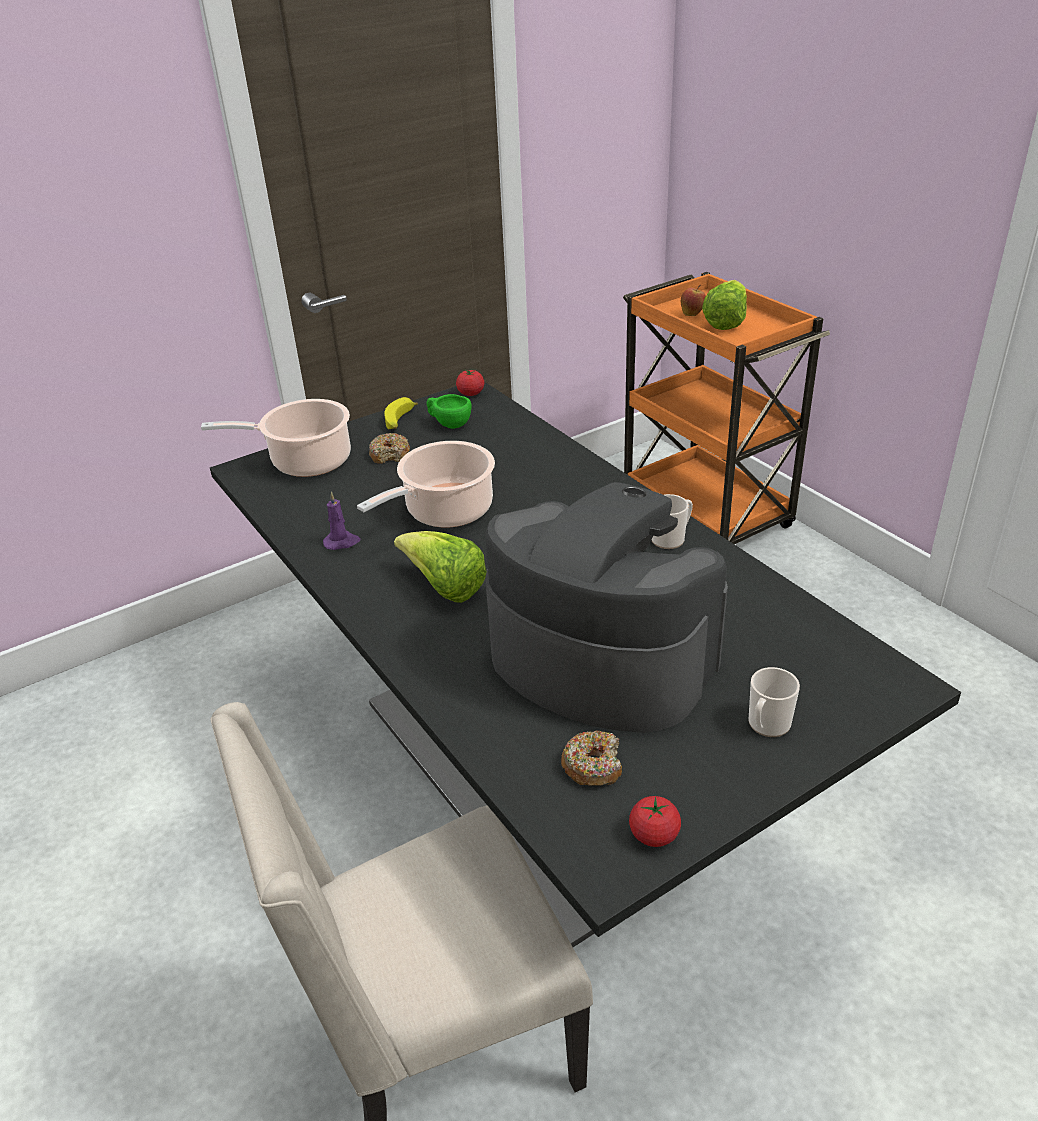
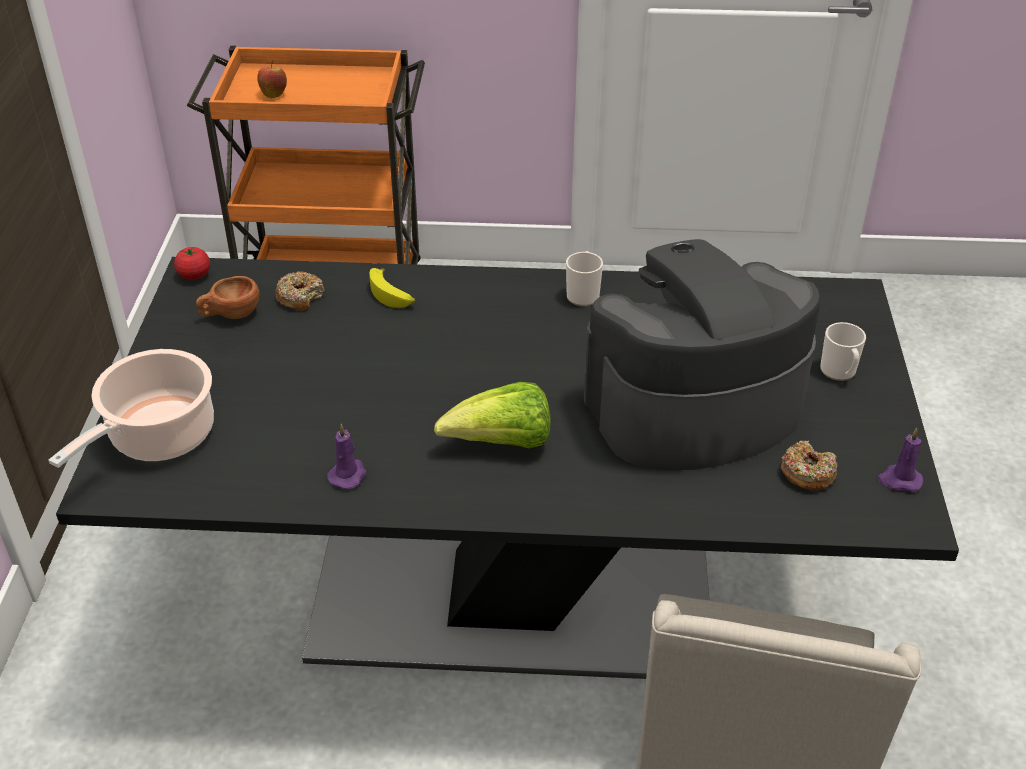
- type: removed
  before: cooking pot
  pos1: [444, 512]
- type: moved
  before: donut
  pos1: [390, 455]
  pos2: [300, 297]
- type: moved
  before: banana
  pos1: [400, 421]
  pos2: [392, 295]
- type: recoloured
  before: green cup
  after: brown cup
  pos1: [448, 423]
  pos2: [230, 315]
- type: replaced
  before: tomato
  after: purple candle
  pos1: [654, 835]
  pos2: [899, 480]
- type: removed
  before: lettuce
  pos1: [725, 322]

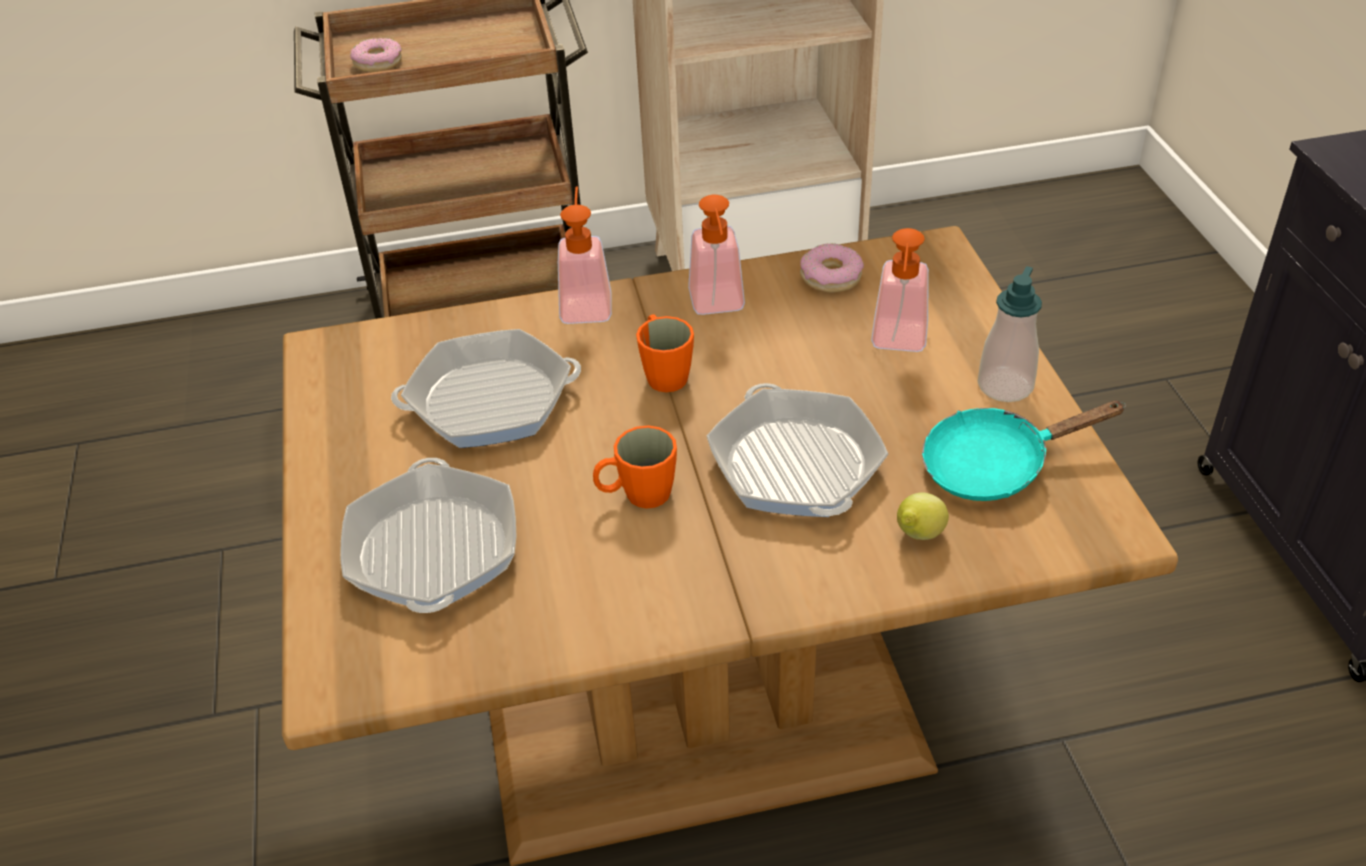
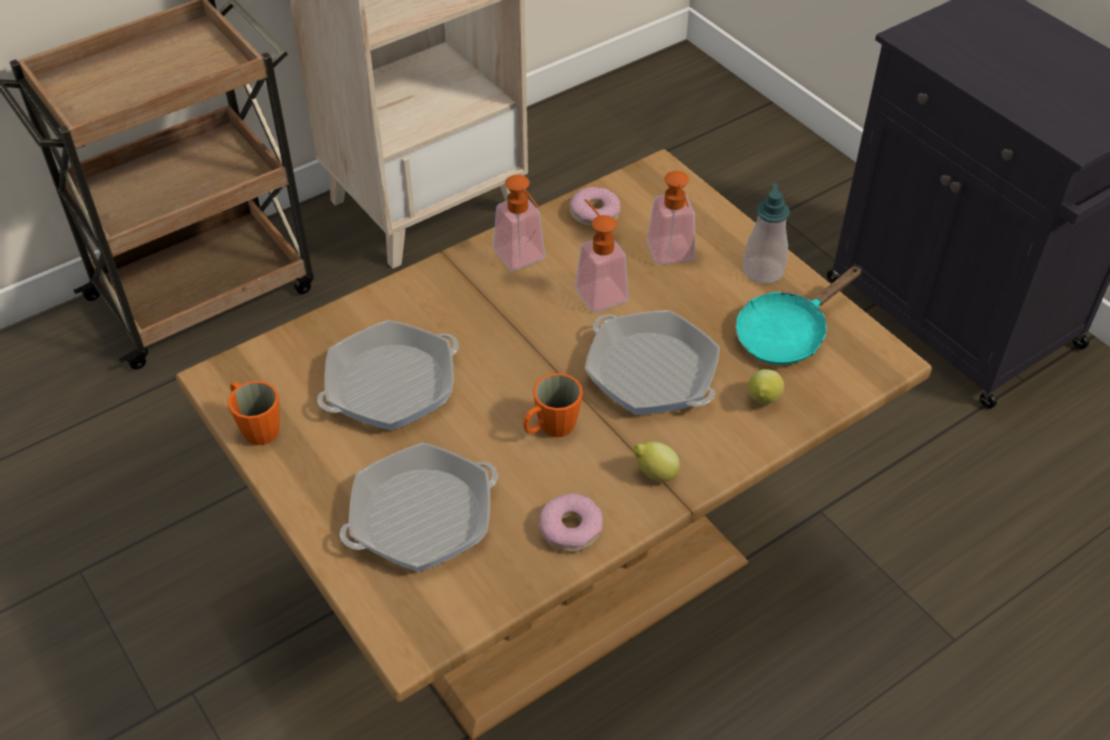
- type: turned
  before: frying pan
  pos1: [433, 549]
  pos2: [421, 516]
  turn: -90
- type: moved
  before: donut
  pos1: [378, 63]
  pos2: [570, 529]
- type: moved
  before: soap dispenser
  pos1: [586, 302]
  pos2: [597, 289]
- type: moved
  before: orange mug
  pos1: [664, 372]
  pos2: [256, 426]
- type: added
  after: lemon
  pos2: [654, 474]

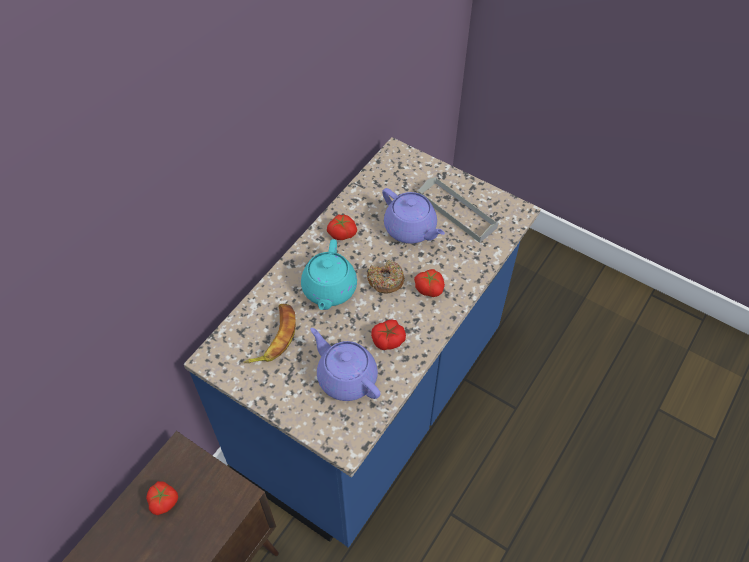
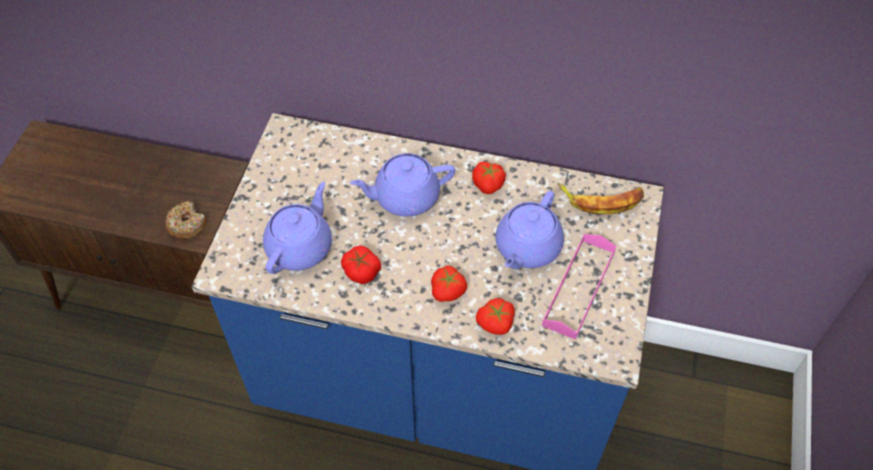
- type: moved
  before: tomato
  pos1: [164, 501]
  pos2: [496, 323]
- type: moved
  before: banana
  pos1: [274, 337]
  pos2: [601, 199]
- type: recoloured
  before: turquoise teapot
  after: purple teapot
  pos1: [329, 290]
  pos2: [405, 197]
- type: moved
  before: donut
  pos1: [385, 280]
  pos2: [187, 224]
- type: recoloured
  before: grey tray
  after: pink tray
  pos1: [457, 211]
  pos2: [579, 288]

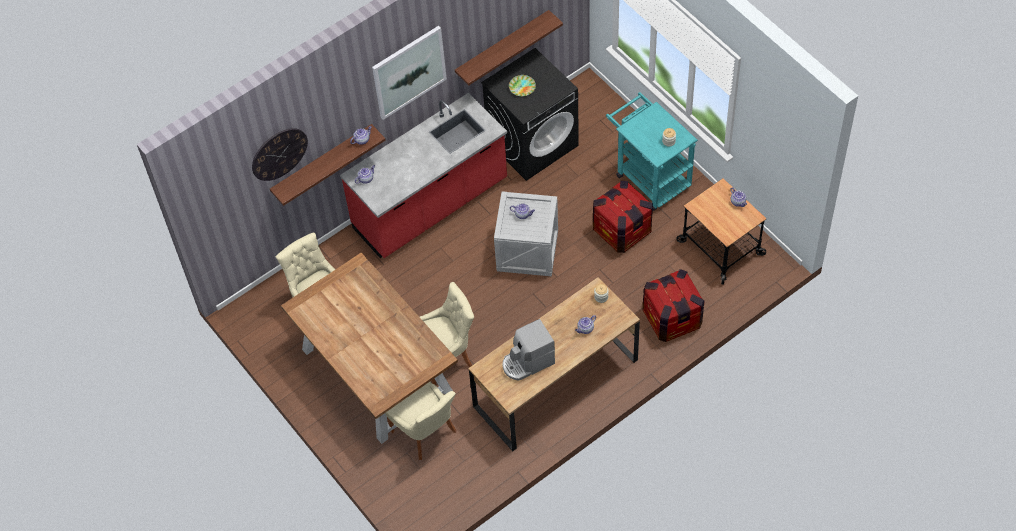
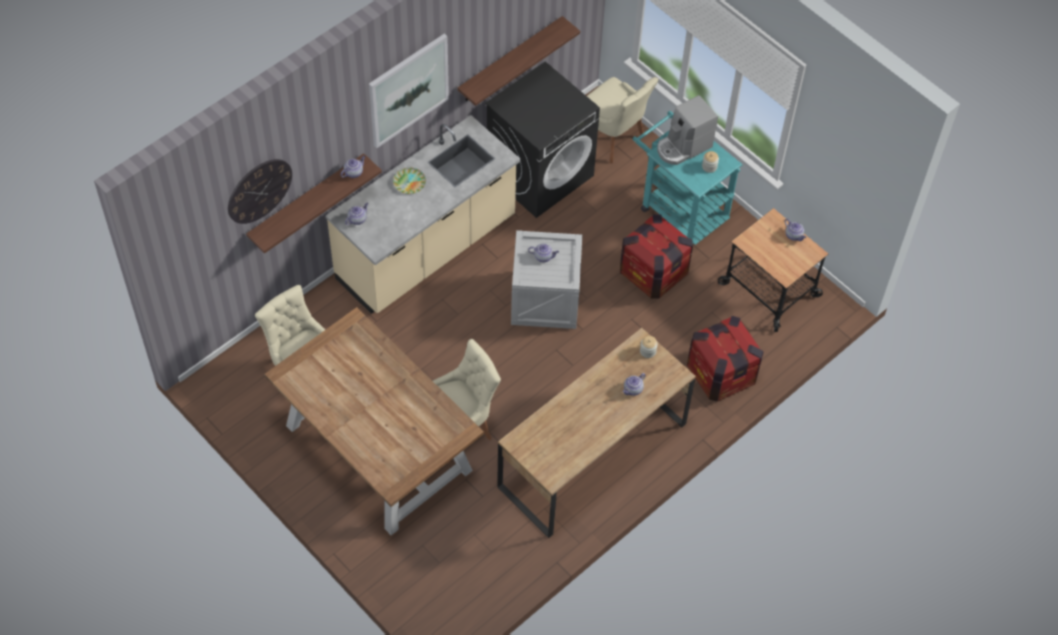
- type: recoloured
  before: red counter
  after: beige counter
  pos1: [431, 206]
  pos2: [427, 250]
- type: moved
  before: beige chair
  pos1: [425, 432]
  pos2: [612, 138]
- type: moved
  before: coffee machine
  pos1: [527, 362]
  pos2: [683, 147]
- type: moved
  before: plate
  pos1: [522, 87]
  pos2: [409, 182]

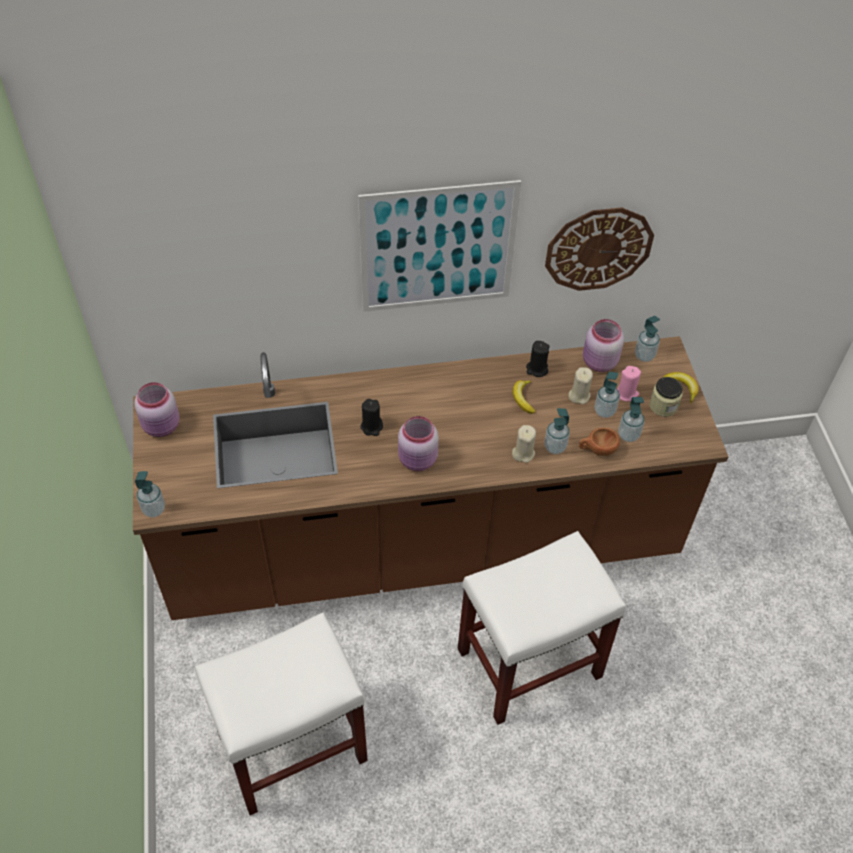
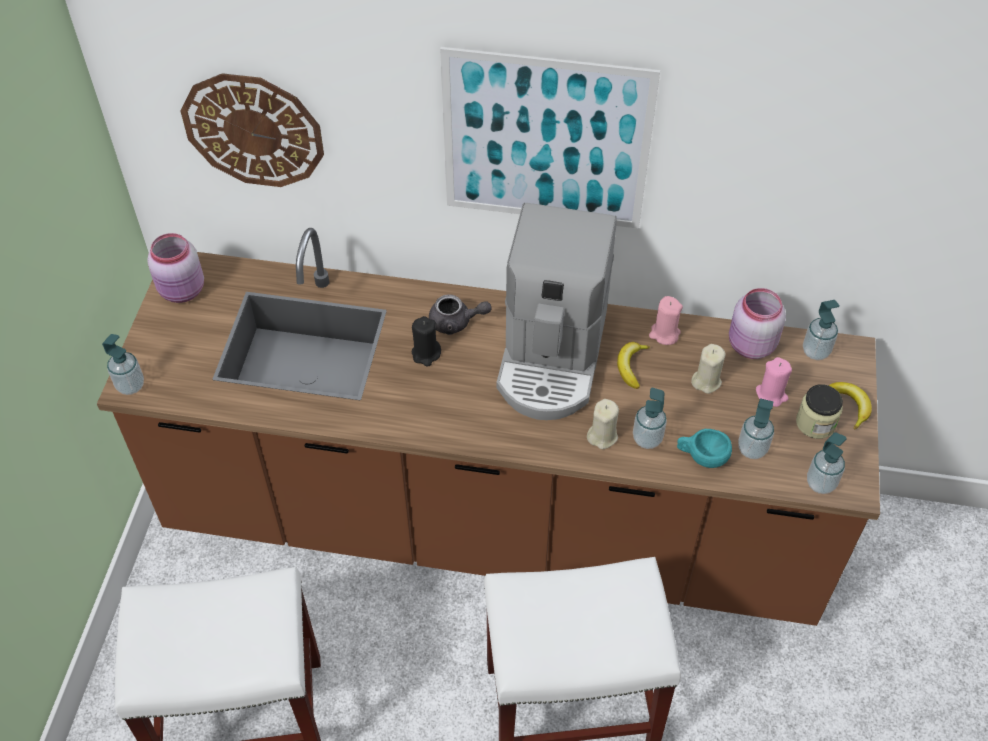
- type: removed
  before: pink jar
  pos1: [418, 460]
- type: recoloured
  before: black candle
  after: pink candle
  pos1: [537, 369]
  pos2: [664, 334]
- type: moved
  before: wall clock
  pos1: [598, 248]
  pos2: [253, 130]
- type: recoloured
  before: brown cup
  after: turquoise cup
  pos1: [597, 450]
  pos2: [701, 457]
- type: moved
  before: soap dispenser
  pos1: [604, 411]
  pos2: [820, 483]
- type: added
  after: grey teapot
  pos2: [456, 322]
- type: added
  after: coffee machine
  pos2: [552, 357]

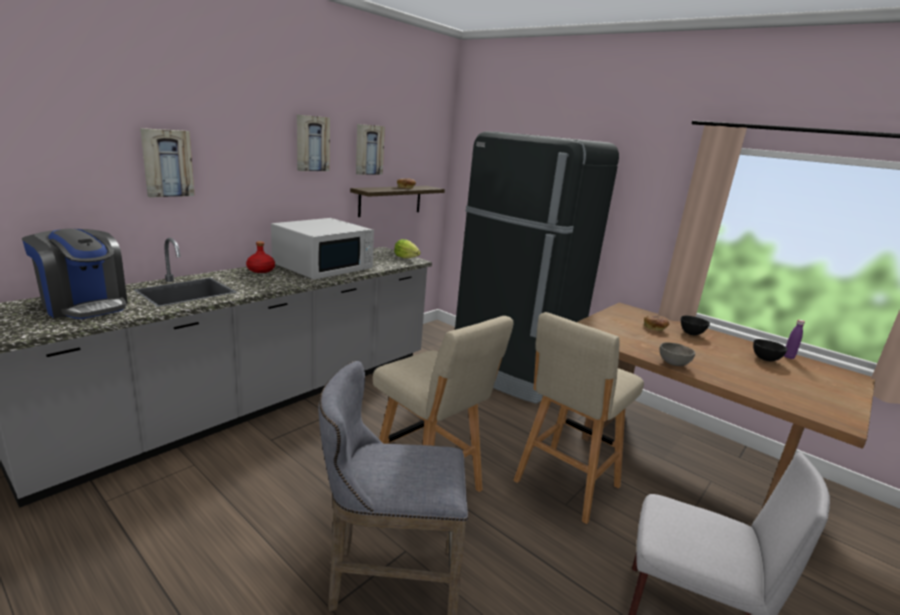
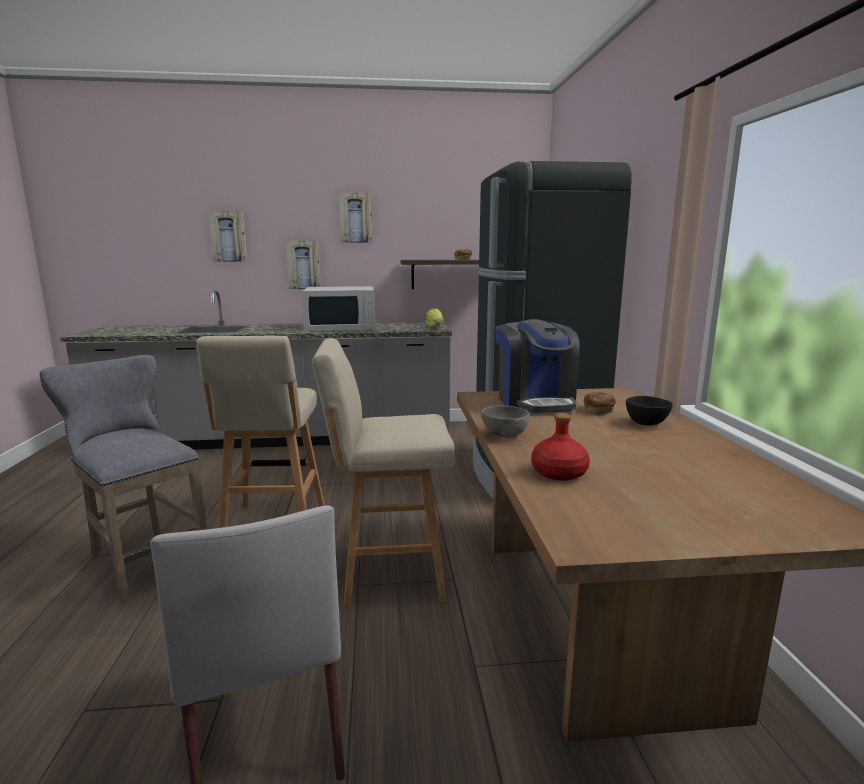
- type: moved
  before: coffee machine
  pos1: [85, 305]
  pos2: [535, 401]
- type: moved
  before: red bottle
  pos1: [261, 270]
  pos2: [559, 473]
- type: moved
  before: picture
  pos1: [368, 149]
  pos2: [303, 265]
- type: removed
  before: black bowl
  pos1: [765, 359]
- type: removed
  before: purple bottle
  pos1: [788, 357]

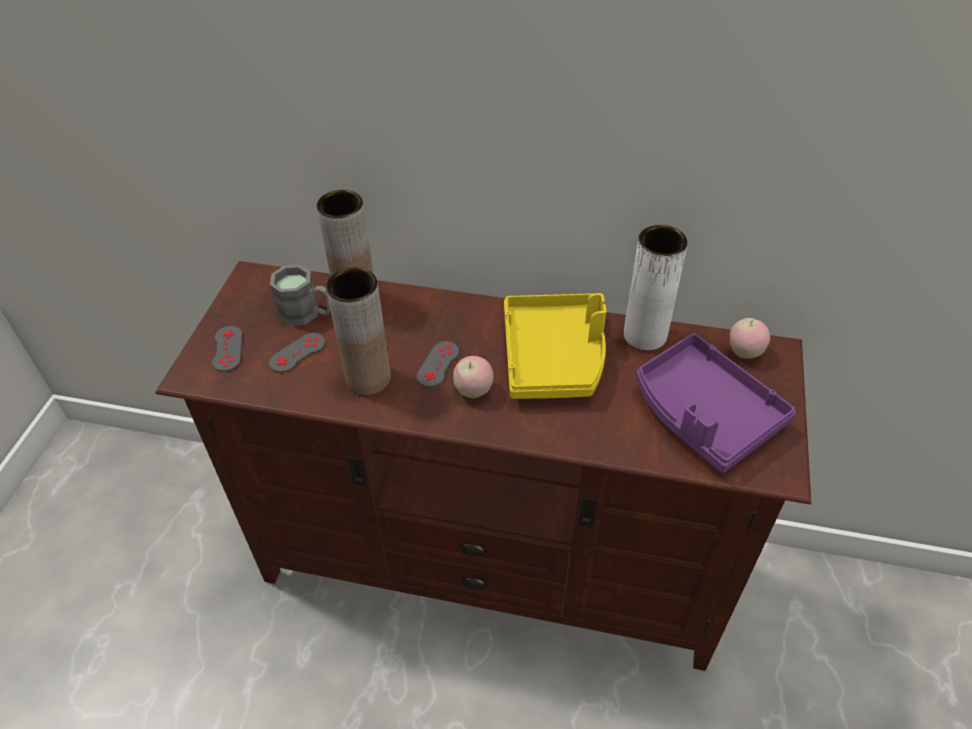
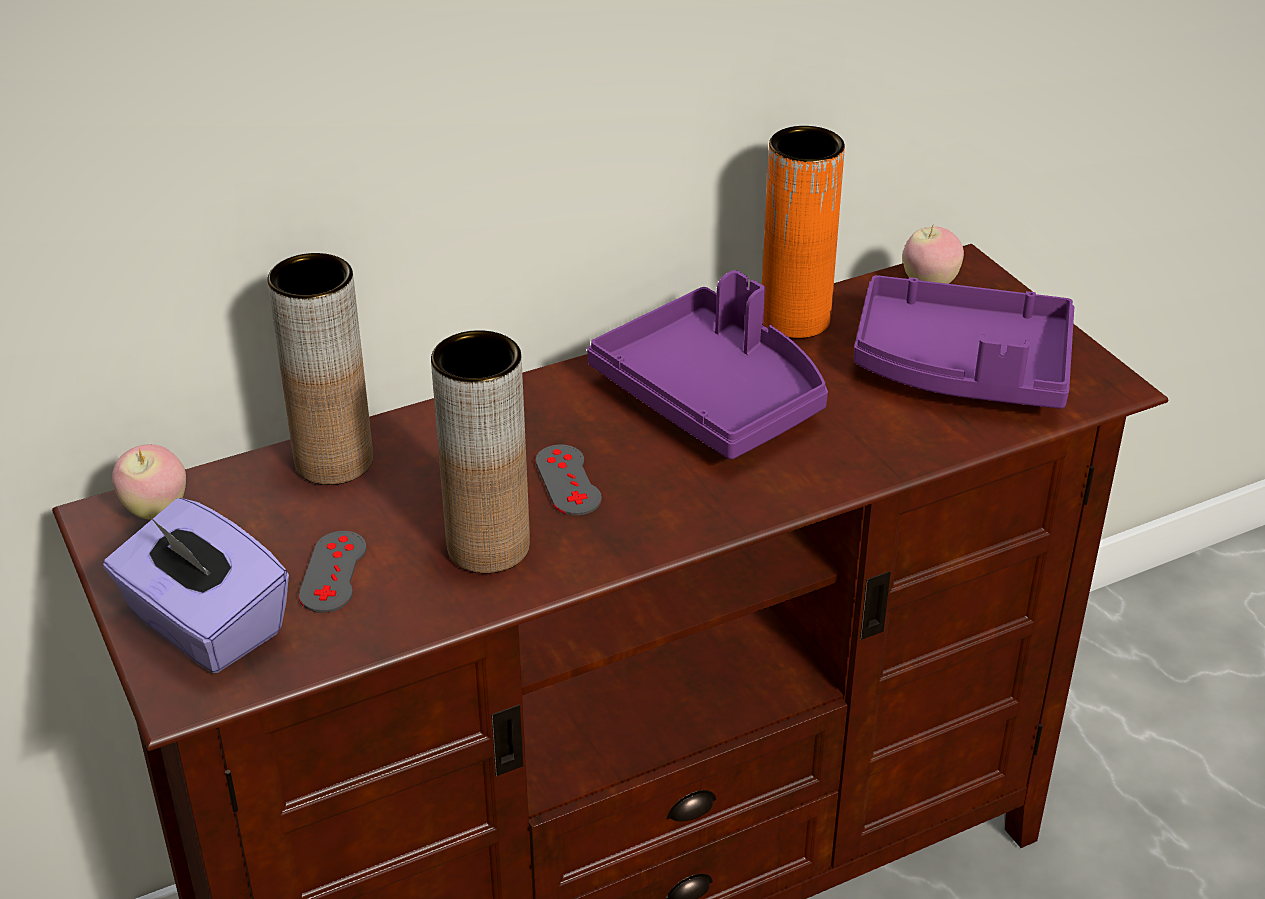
- type: replaced
  before: grey game controller
  after: purple tissue box
  pos1: [227, 349]
  pos2: [204, 625]
- type: removed
  before: grey mug
  pos1: [307, 314]
- type: moved
  before: apple
  pos1: [473, 391]
  pos2: [155, 510]
- type: recoloured
  before: yellow tray
  after: purple tray
  pos1: [554, 357]
  pos2: [714, 396]
- type: recoloured
  before: white vase
  after: orange vase
  pos1: [645, 335]
  pos2: [795, 319]

